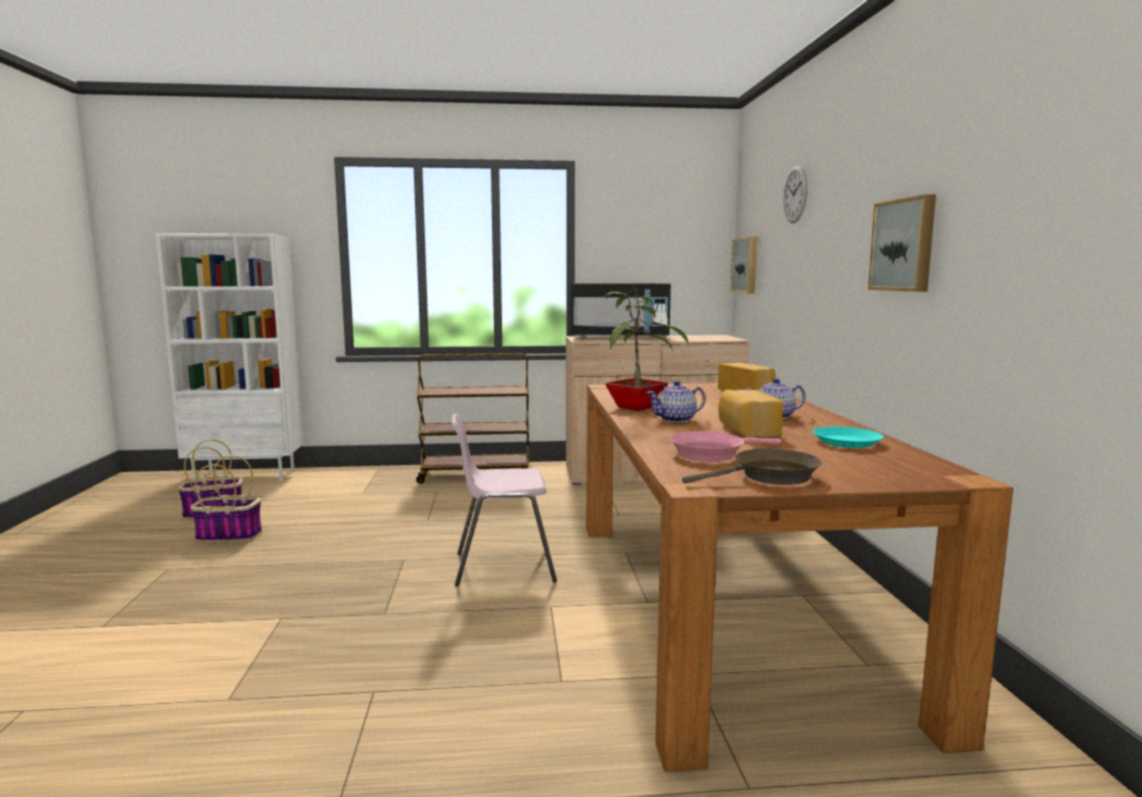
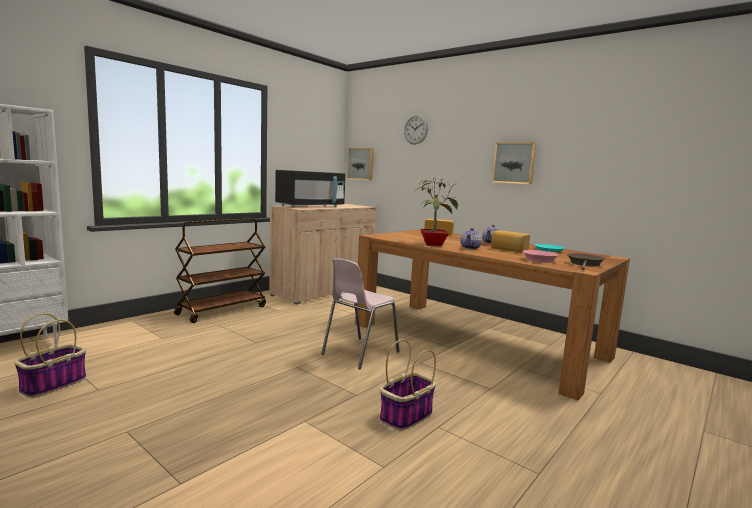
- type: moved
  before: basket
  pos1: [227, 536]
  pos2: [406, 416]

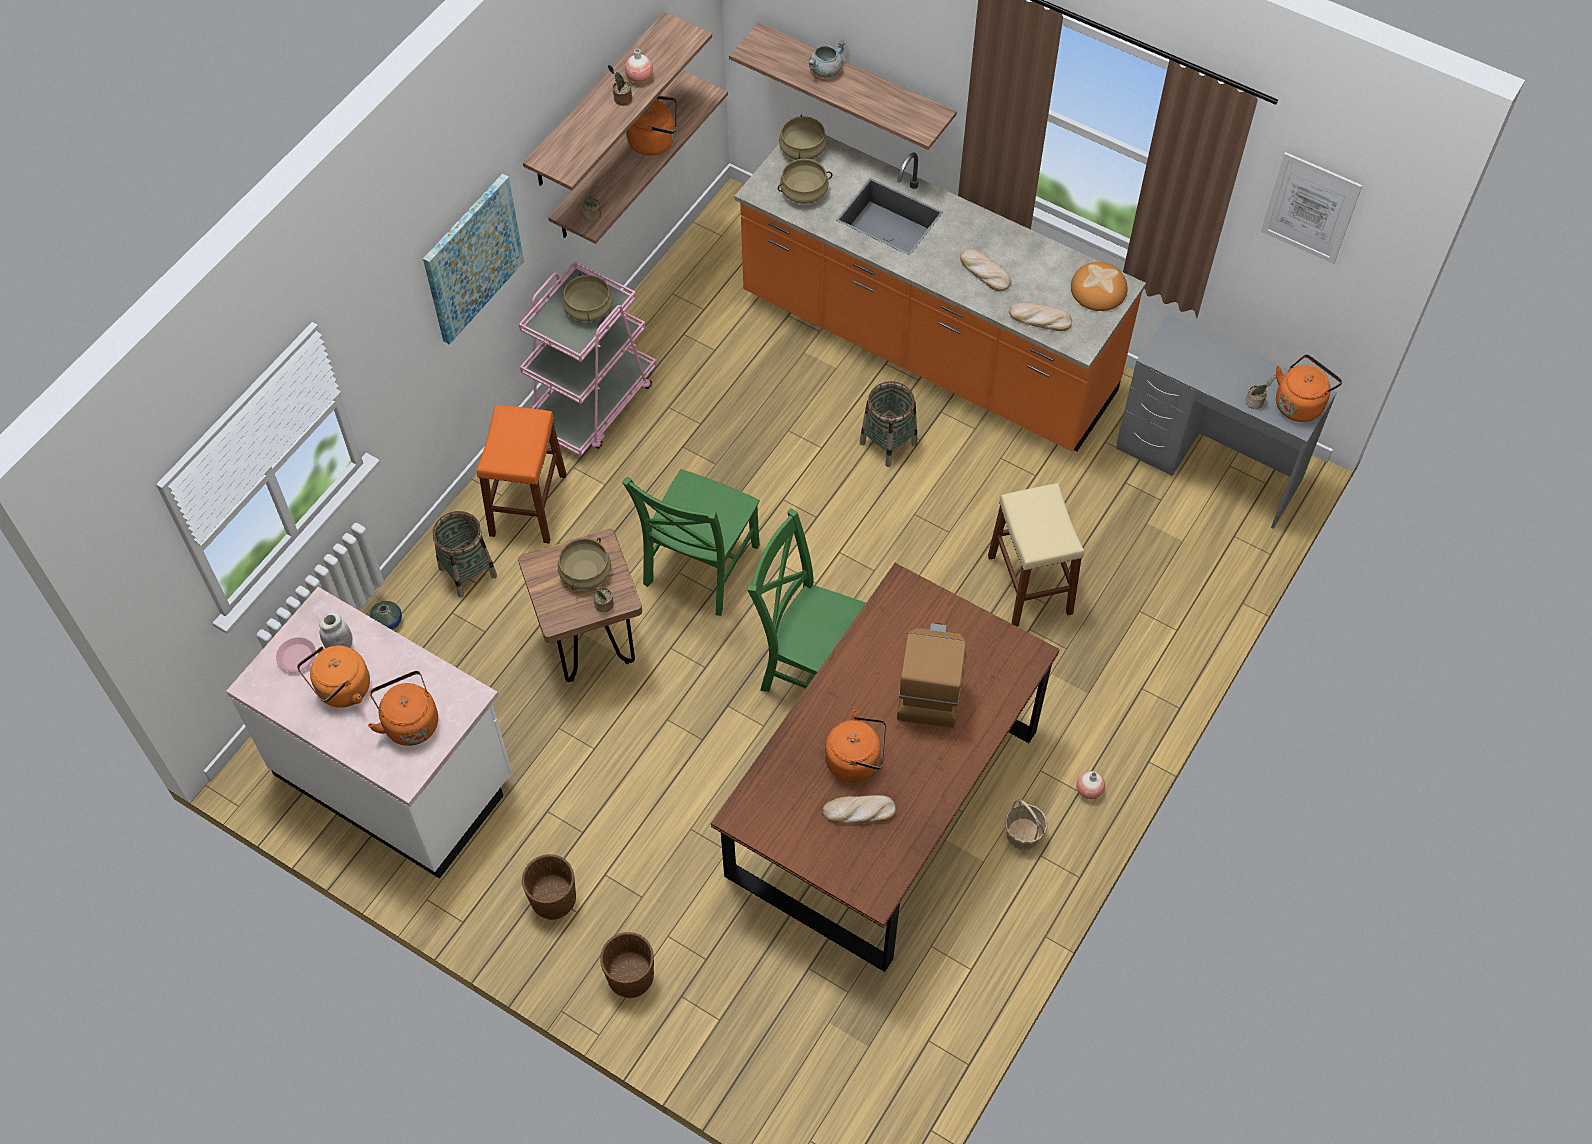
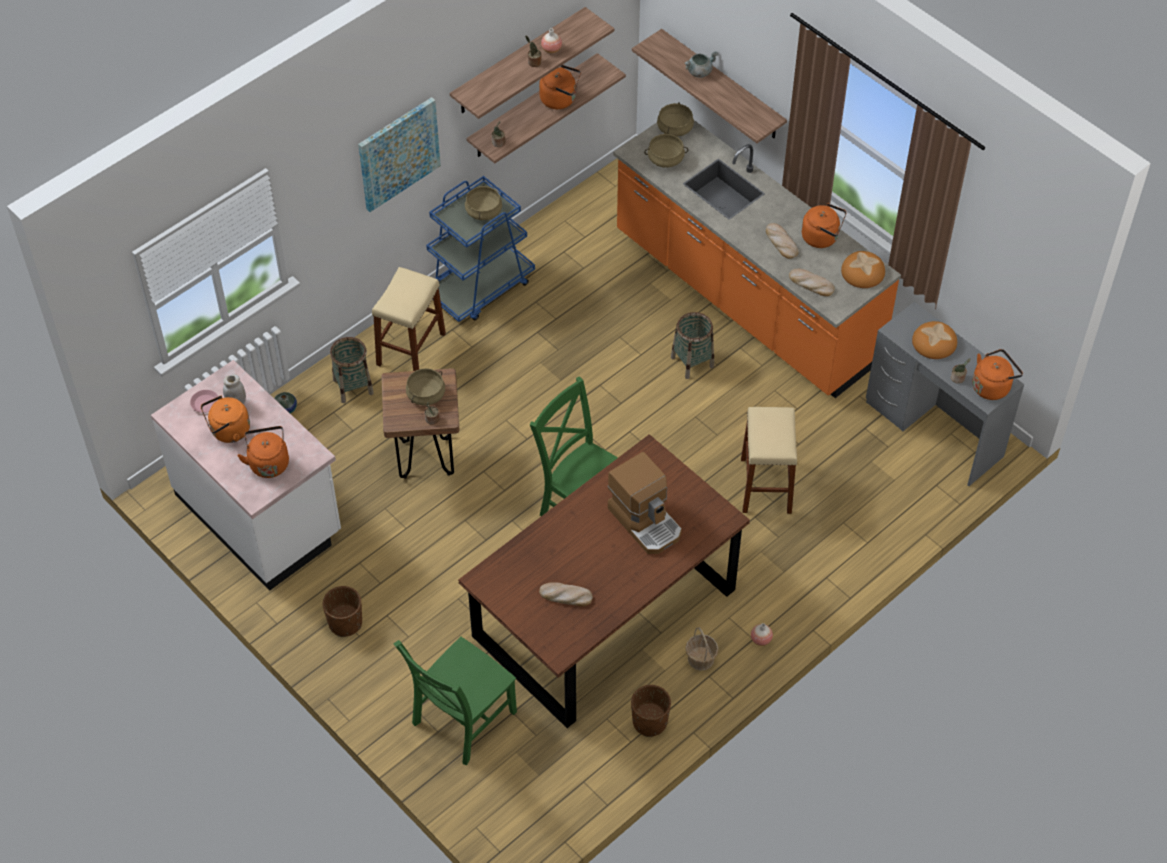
- type: recoloured
  before: orange stool
  after: beige stool
  pos1: [528, 505]
  pos2: [411, 349]
- type: recoloured
  before: pink cart
  after: blue cart
  pos1: [592, 403]
  pos2: [480, 287]
- type: moved
  before: brown planter
  pos1: [630, 976]
  pos2: [649, 722]
- type: moved
  before: green chair
  pos1: [699, 568]
  pos2: [461, 720]
- type: moved
  before: orange kettle
  pos1: [856, 760]
  pos2: [822, 237]
- type: turned
  before: coffee machine
  pos1: [929, 682]
  pos2: [646, 521]
  turn: 120
- type: removed
  before: picture
  pos1: [1310, 208]
- type: added
  after: bread
  pos2: [934, 342]

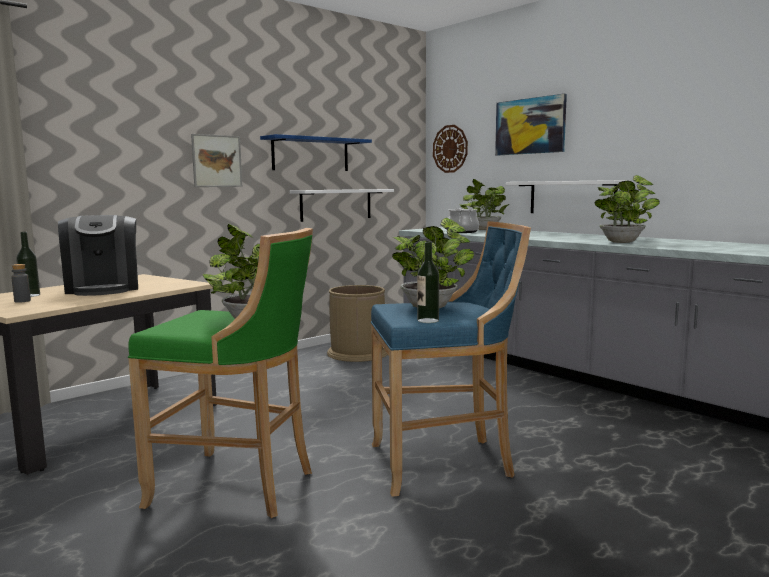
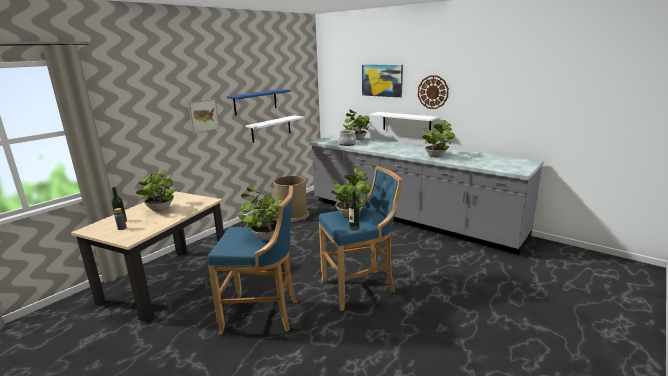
- type: replaced
  before: coffee machine
  after: potted plant
  pos1: [103, 288]
  pos2: [160, 210]
- type: recoloured
  before: green stool
  after: blue stool
  pos1: [238, 486]
  pos2: [263, 315]
- type: moved
  before: wall clock
  pos1: [450, 149]
  pos2: [433, 92]

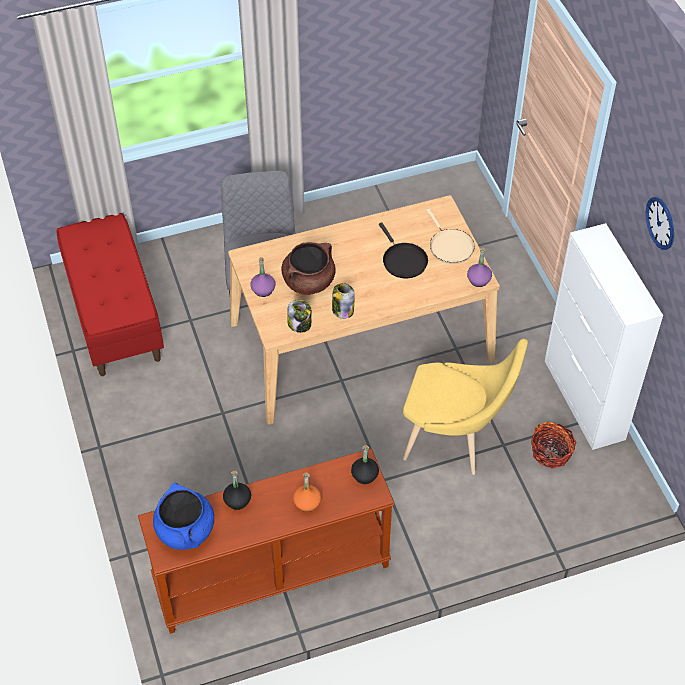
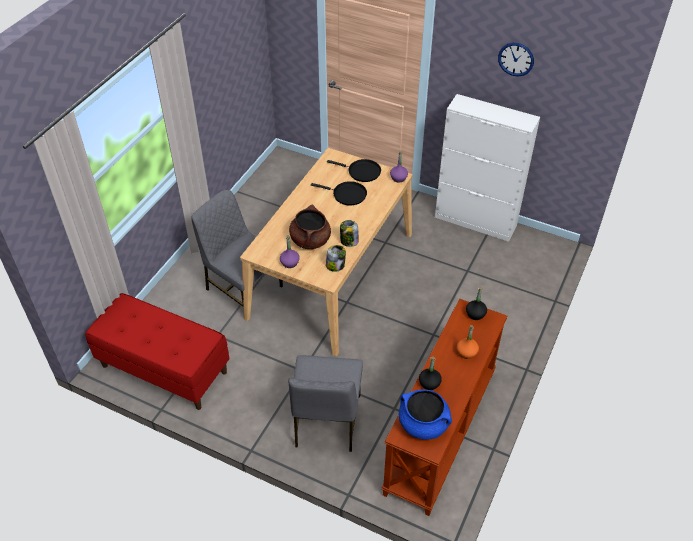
- type: removed
  before: yellow chair
  pos1: [454, 440]
- type: recoloured
  before: beige frying pan
  after: black frying pan
  pos1: [449, 246]
  pos2: [362, 172]
- type: removed
  before: basket
  pos1: [551, 452]
- type: added
  after: grey chair
  pos2: [326, 421]

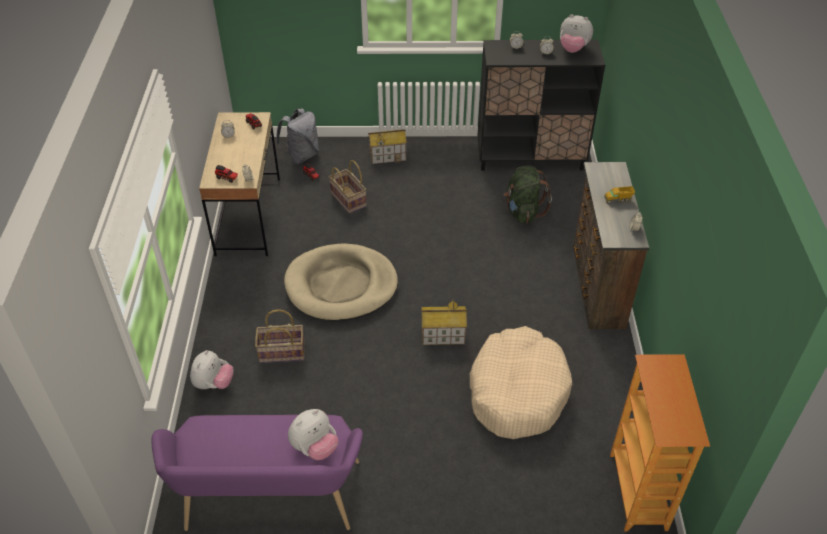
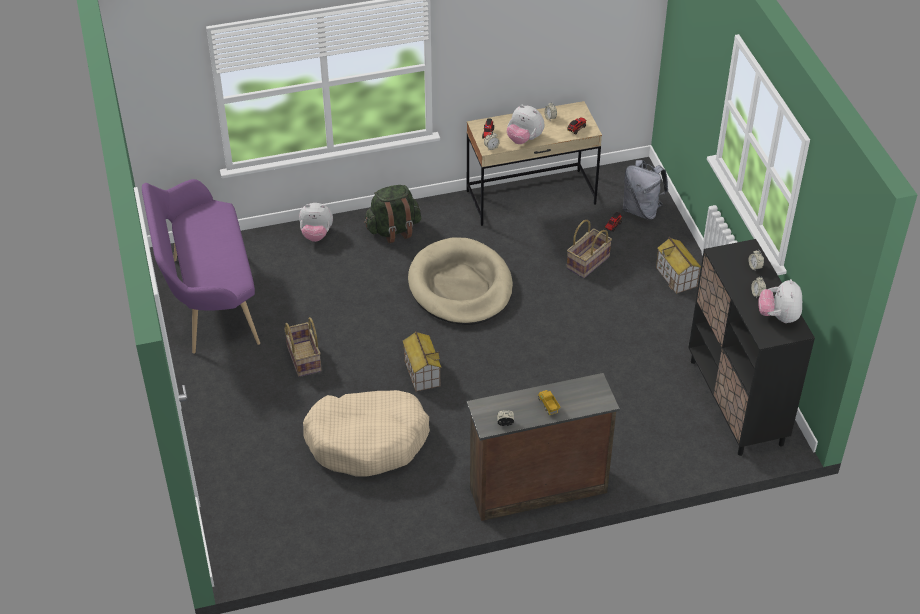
- type: moved
  before: basket
  pos1: [281, 353]
  pos2: [303, 358]
- type: moved
  before: plush toy
  pos1: [315, 447]
  pos2: [524, 139]
- type: moved
  before: green backpack
  pos1: [523, 212]
  pos2: [393, 230]
- type: removed
  before: bookcase
  pos1: [639, 492]

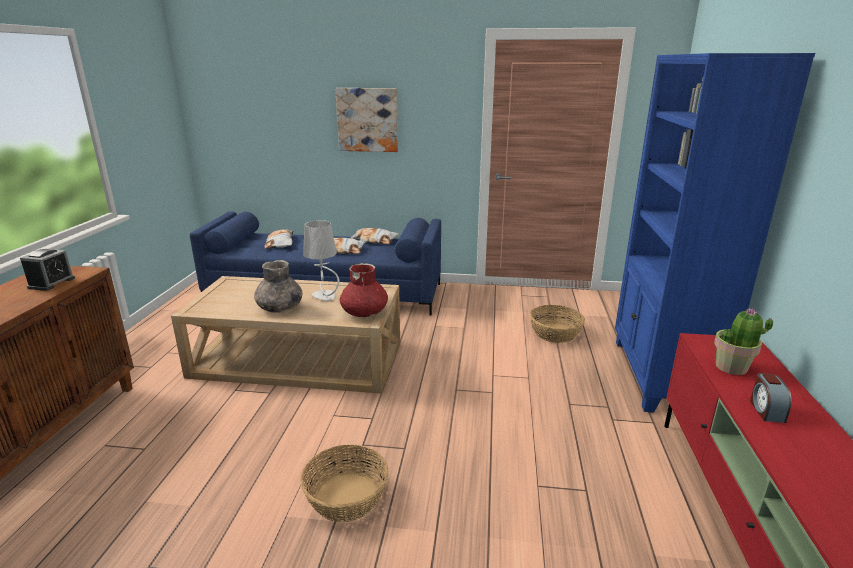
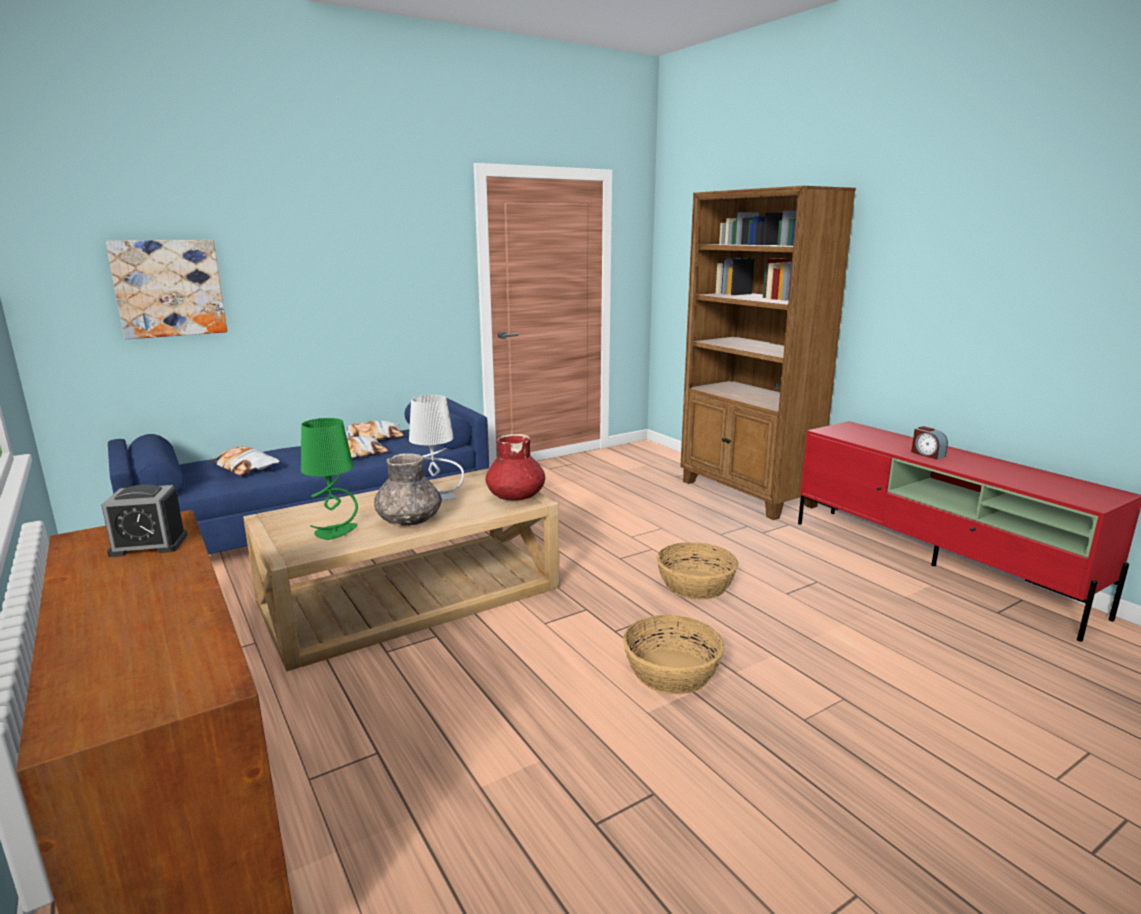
- type: turned
  before: alarm clock
  pos1: [51, 283]
  pos2: [149, 545]
  turn: 105
- type: moved
  before: picture
  pos1: [367, 120]
  pos2: [169, 288]
- type: moved
  before: basket
  pos1: [555, 333]
  pos2: [696, 585]
- type: recoloured
  before: blue bookcase
  after: brown bookcase
  pos1: [659, 376]
  pos2: [746, 494]
- type: removed
  before: potted plant
  pos1: [732, 367]
- type: added
  after: green table lamp
  pos2: [336, 532]

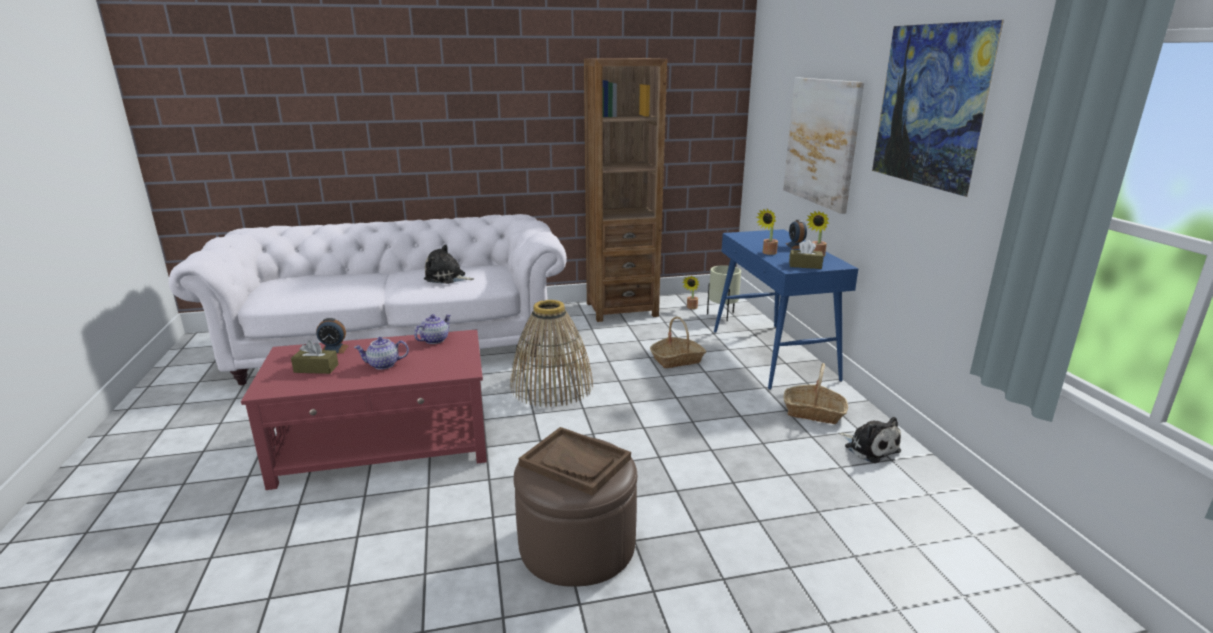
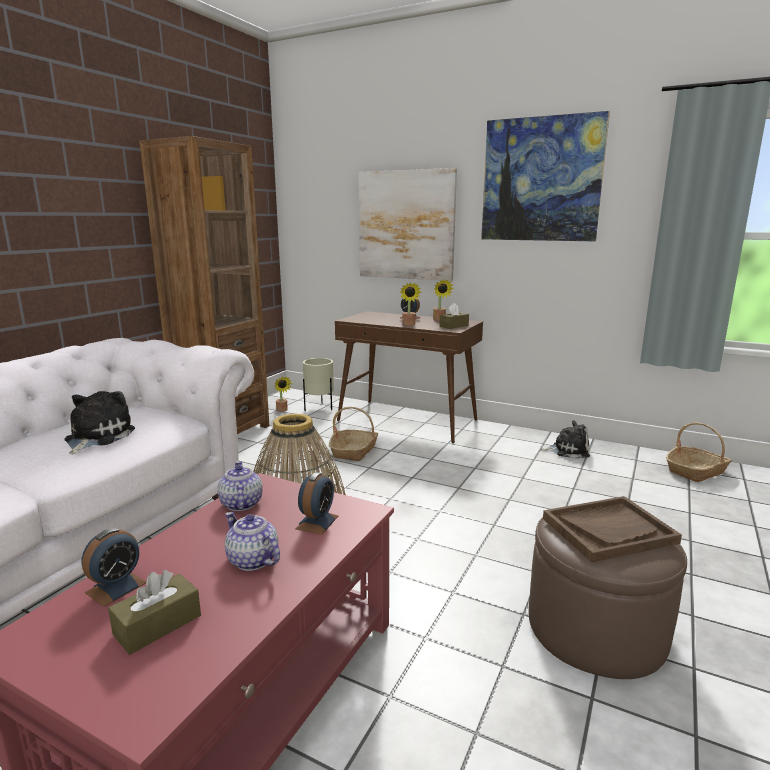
- type: turned
  before: teapot
  pos1: [383, 365]
  pos2: [252, 560]
  turn: 105
- type: turned
  before: plush toy
  pos1: [447, 278]
  pos2: [97, 437]
  turn: 135
- type: recoloured
  before: blue console table
  after: brown console table
  pos1: [773, 355]
  pos2: [408, 420]
- type: moved
  before: basket
  pos1: [813, 412]
  pos2: [696, 471]
- type: added
  after: alarm clock
  pos2: [317, 522]

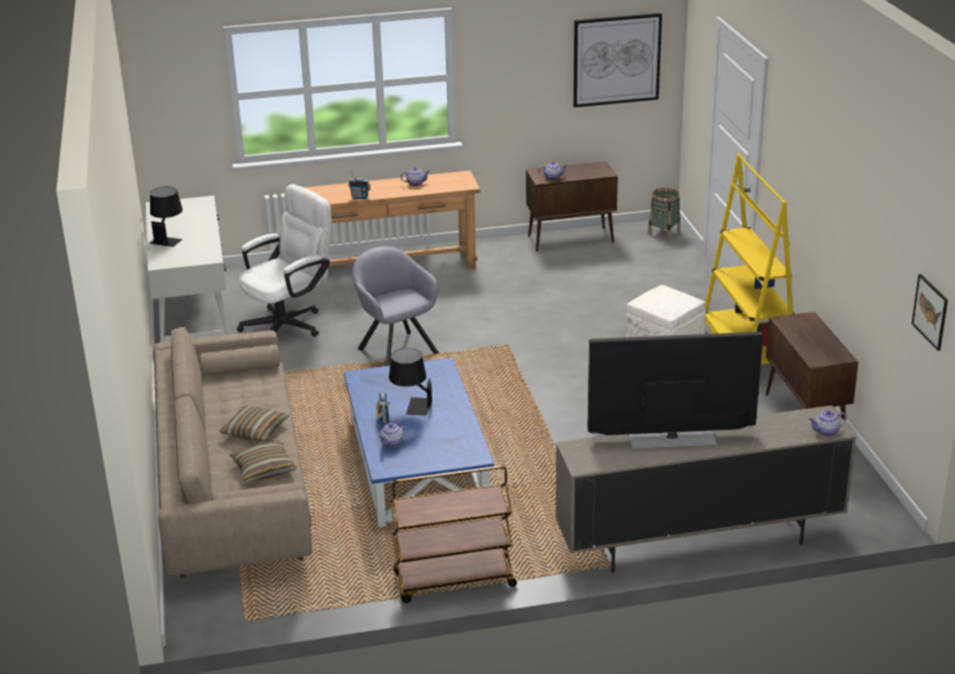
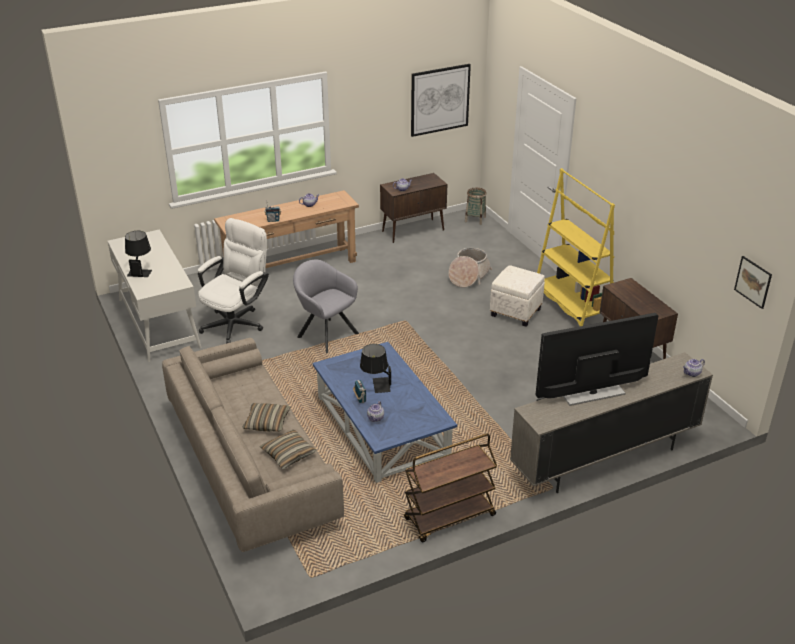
- type: added
  after: basket
  pos2: [468, 276]

